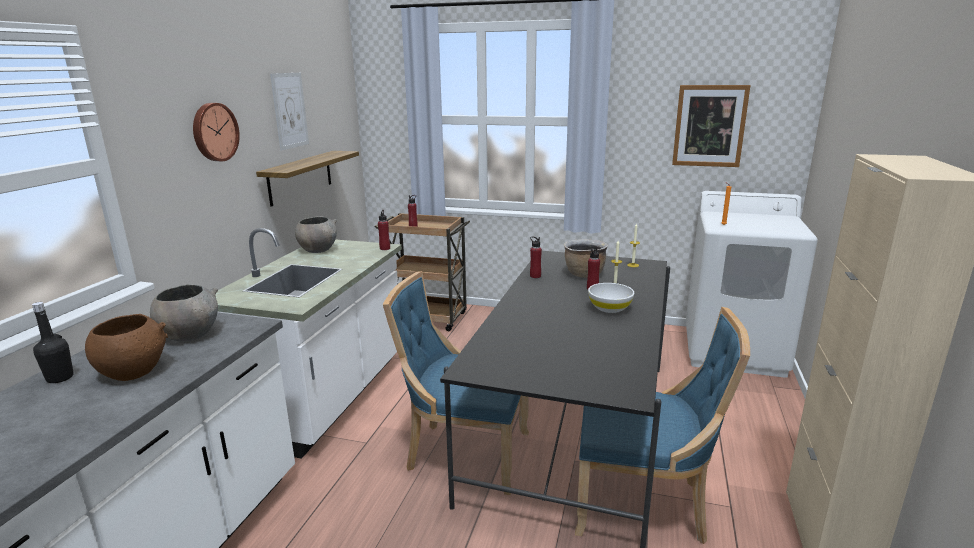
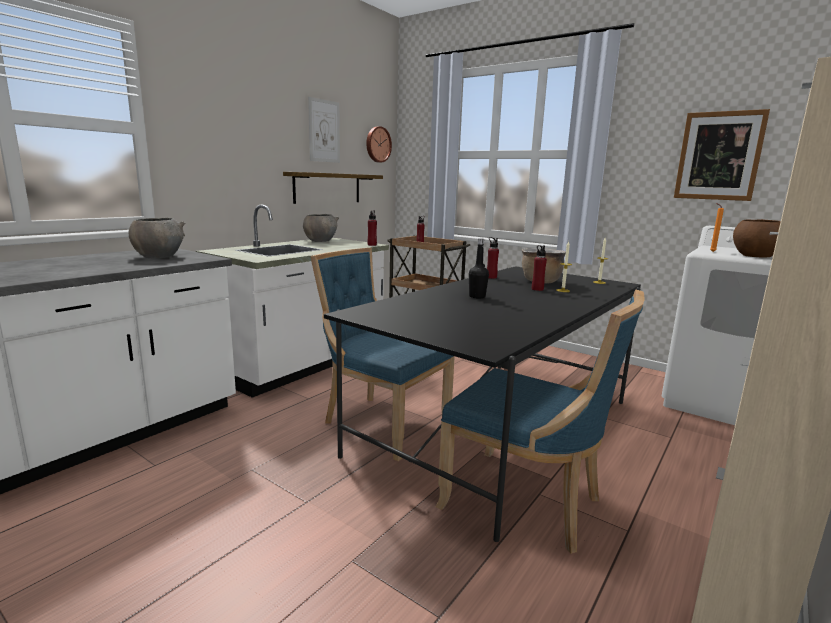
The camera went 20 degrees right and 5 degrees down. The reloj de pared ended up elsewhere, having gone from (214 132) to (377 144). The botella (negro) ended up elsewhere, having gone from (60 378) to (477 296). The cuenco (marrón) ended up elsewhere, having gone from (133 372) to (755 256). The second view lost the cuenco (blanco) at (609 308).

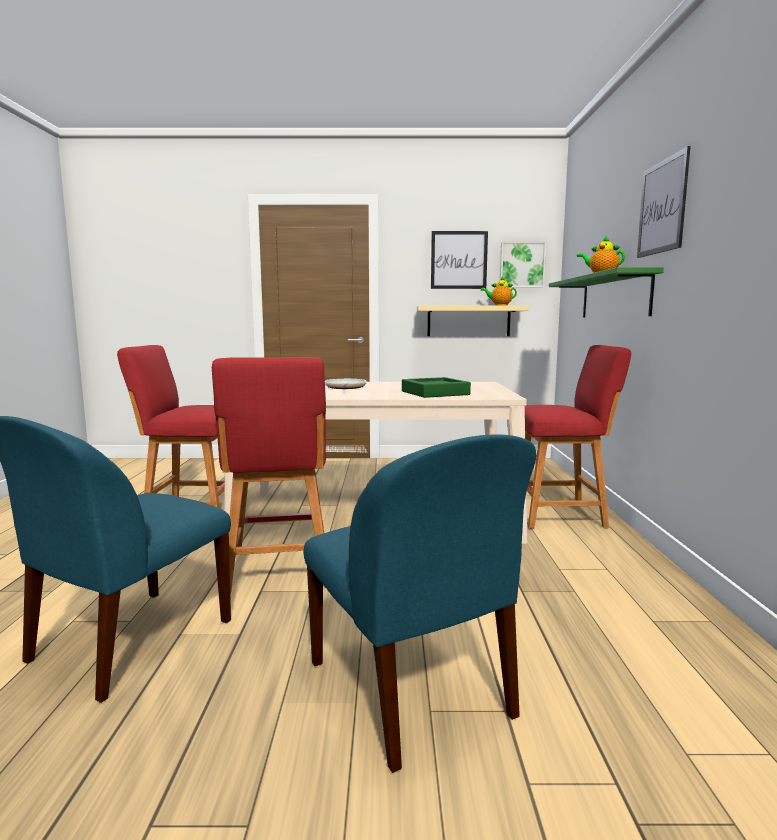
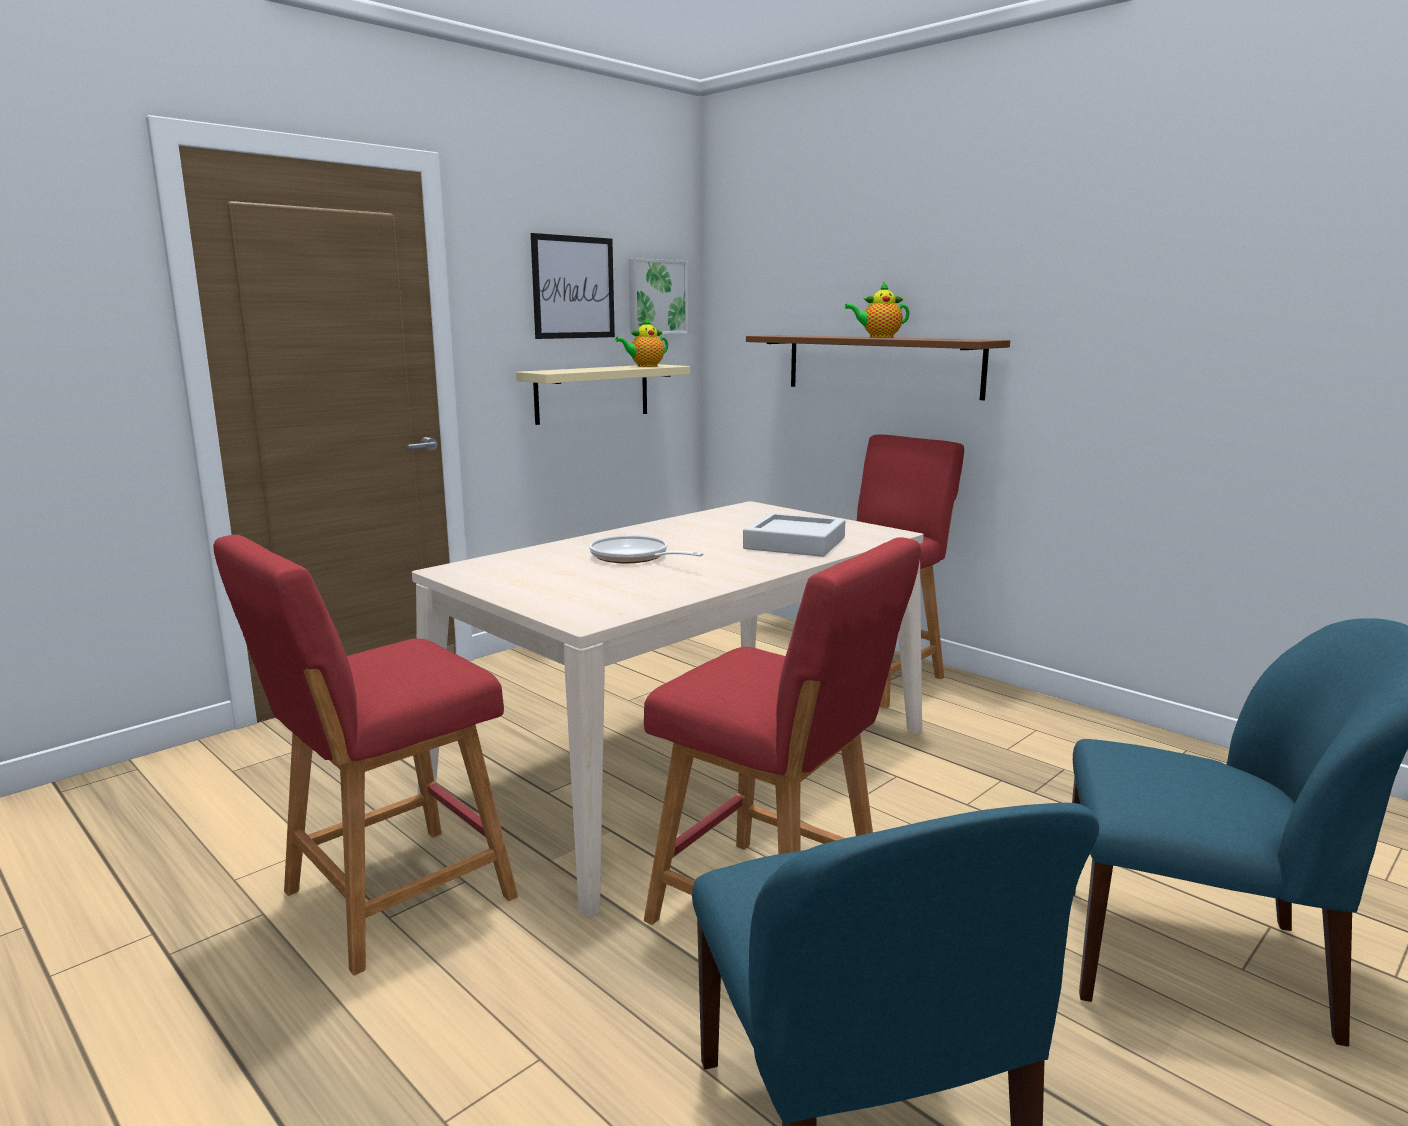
The camera went 45 degrees left and 5 degrees up. What was the bandeja (verde) at (435 393) turned into the bandeja (gris) at (794 543). What was the estante (verde) at (614 296) turned into the estante (marrón) at (881 365). The second view lost the cuadro at (662 207).

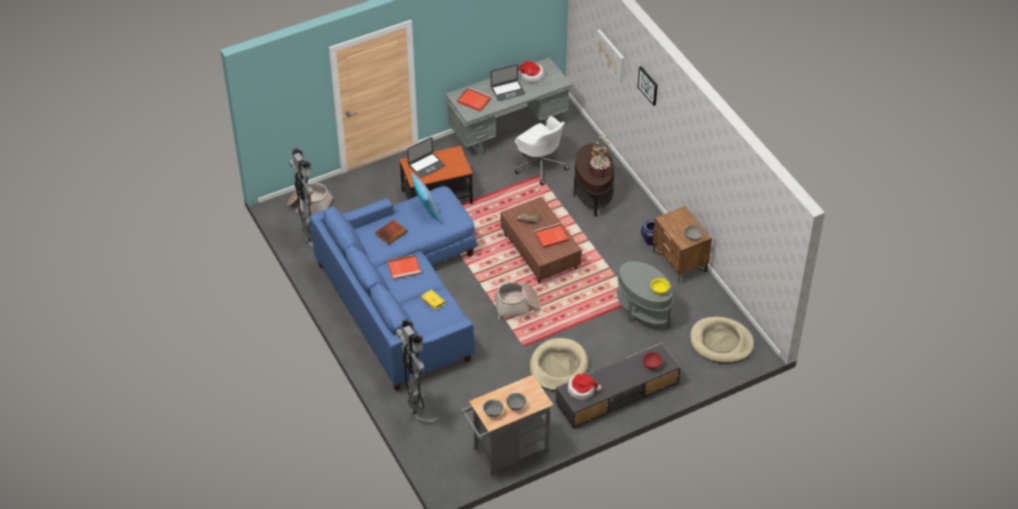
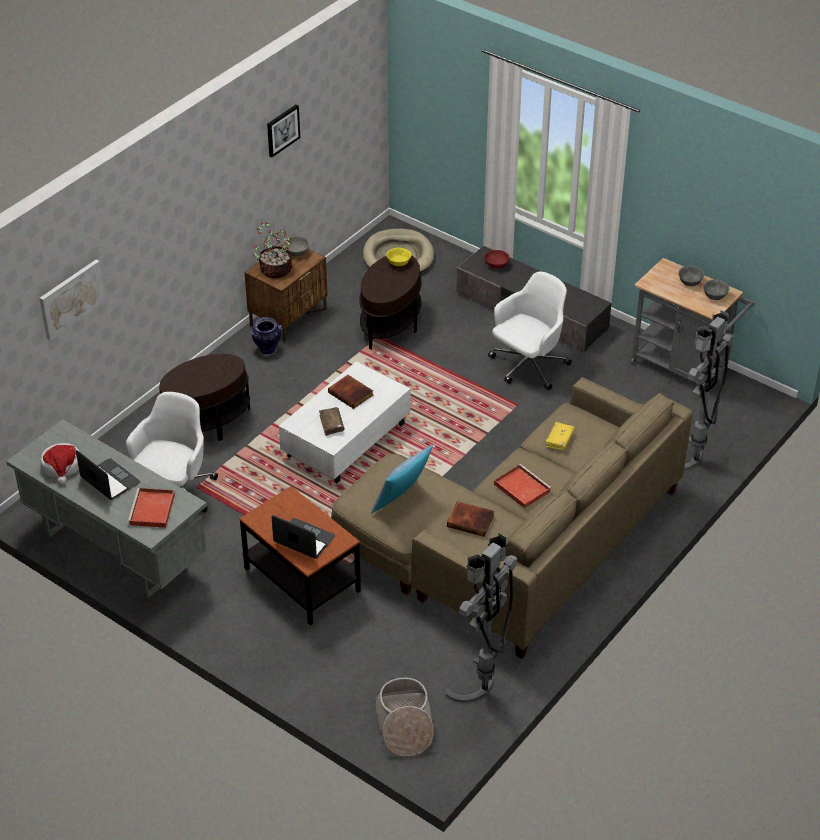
The camera went 115 degrees left and 5 degrees down. The planta en maceta ended up elsewhere, having gone from (599 170) to (274 270). The cuadro ended up elsewhere, having gone from (648 85) to (282 130). What was the mesa de centro (marrón) at (540 251) turned into the mesa de centro (blanco) at (345 440). Where the bandeja (rojo) stood at (551 237), the libro came to stand at (351 393). What was the sofá (azul) at (403 297) turned into the sofá (beis) at (516 543). What was the mesa auxiliar (gris) at (643 311) turned into the mesa auxiliar (marrón) at (390 325). Where the cama para perro (beis) stood at (558 367), the silla de oficina (blanco) came to stand at (528 366). The second view lost the cesta at (517 306). The second view lost the sombrero at (582 390).

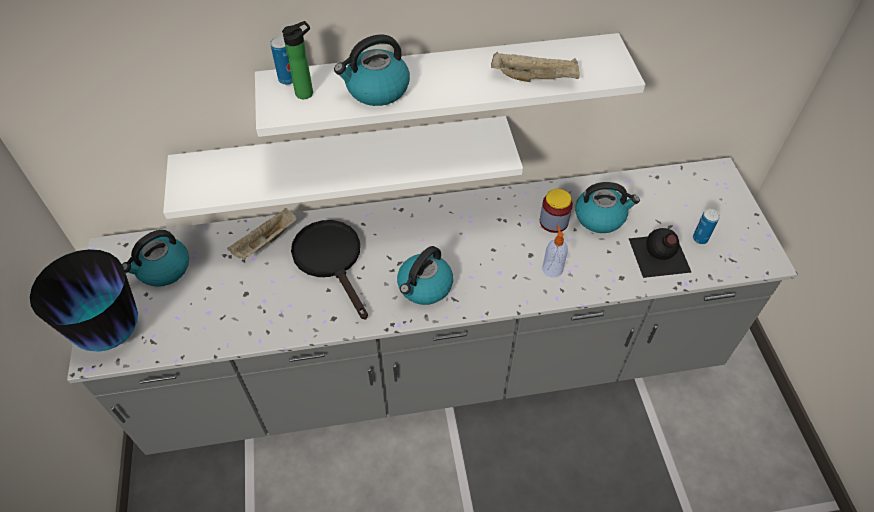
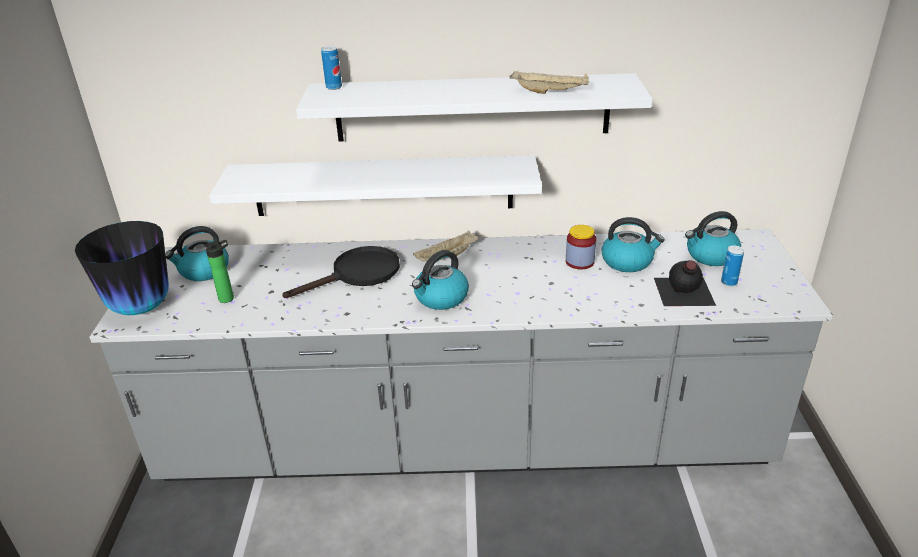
The camera went 10 degrees right and 20 degrees down. The botella ended up elsewhere, having gone from (307 92) to (229 298). The sartén (negro) at (331 259) ended up facing another way, 75 degrees clockwise from before. The bandeja (beis) ended up elsewhere, having gone from (265 242) to (446 258). The hervidor ended up elsewhere, having gone from (376 90) to (710 256). The second view lost the dispensador de jabón at (552 268).

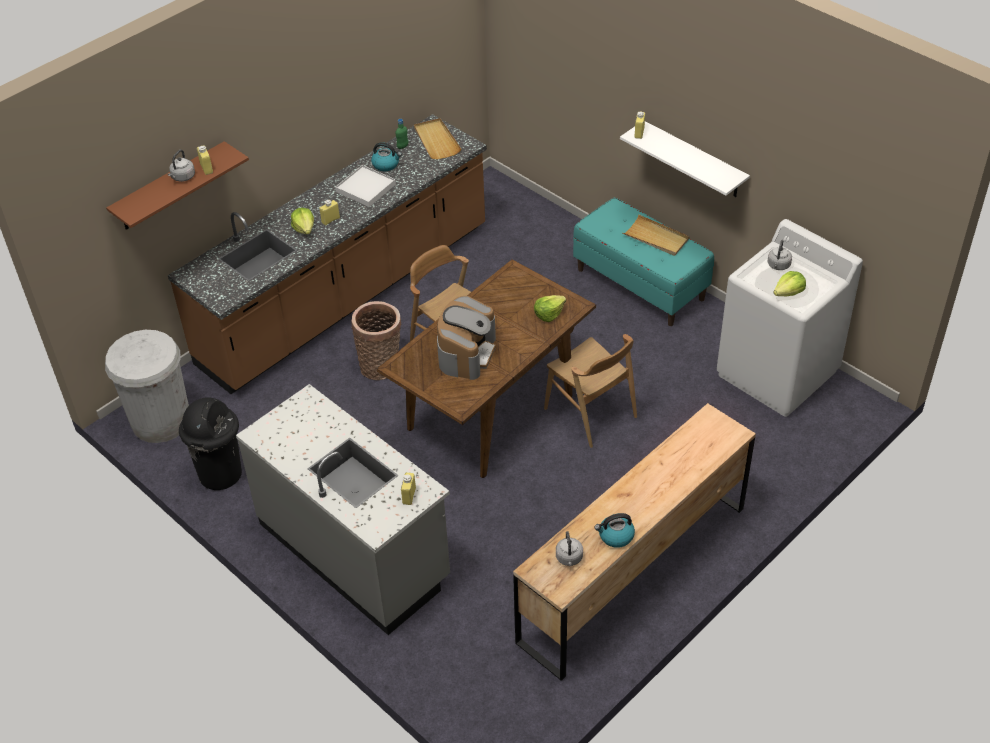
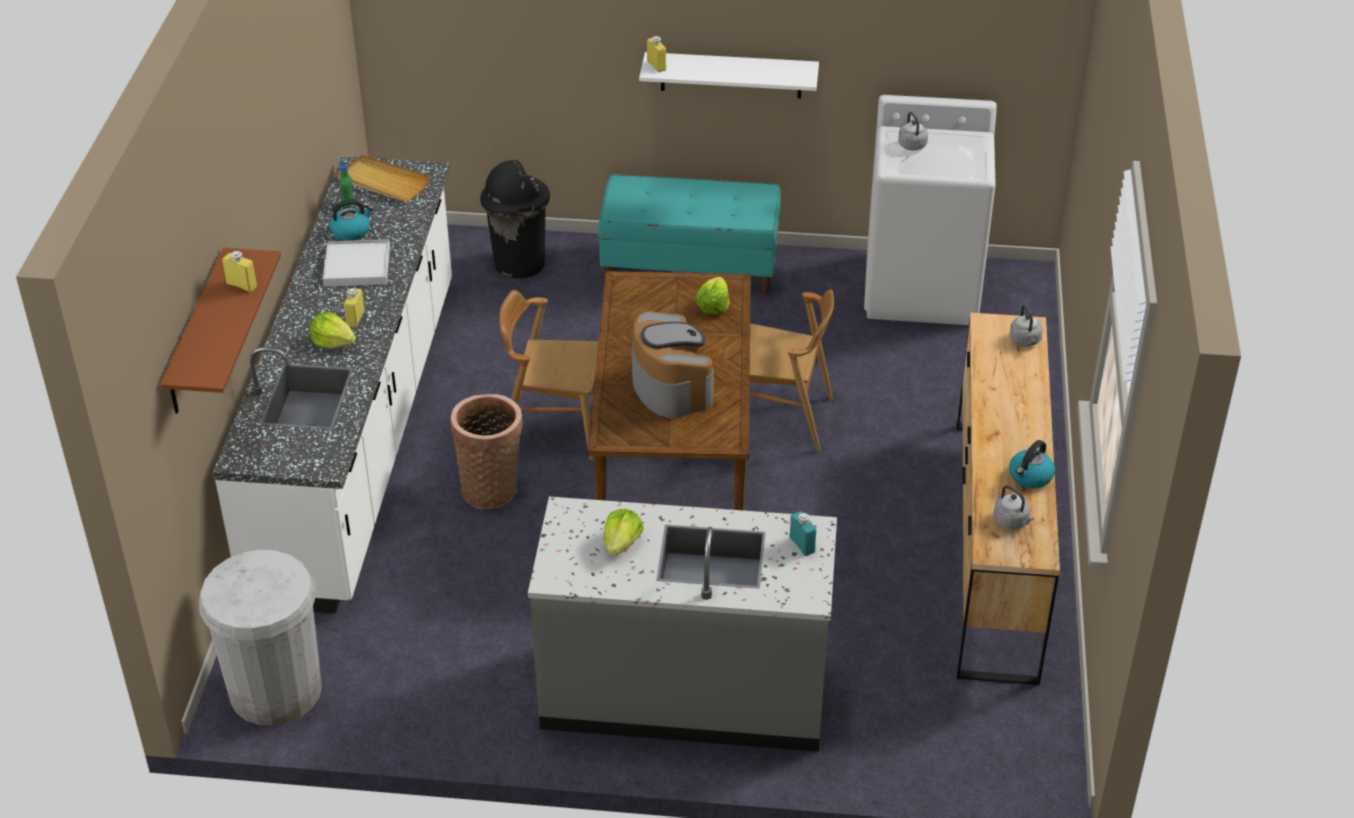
The camera went 40 degrees left and 5 degrees down. What was the mueble bajo de cocina (marrón) at (347 296) turned into the mueble bajo de cocina (blanco) at (360 435). The papelera (negro) ended up elsewhere, having gone from (221 473) to (519 263). The lechuga ended up elsewhere, having gone from (789 293) to (622 543). What was the botella (amarillo) at (409 496) turned into the botella (turquesa) at (802 545). The hervidor (gris) ended up elsewhere, having gone from (182 177) to (1025 341). The second view lost the bandeja (beis) at (656 238).

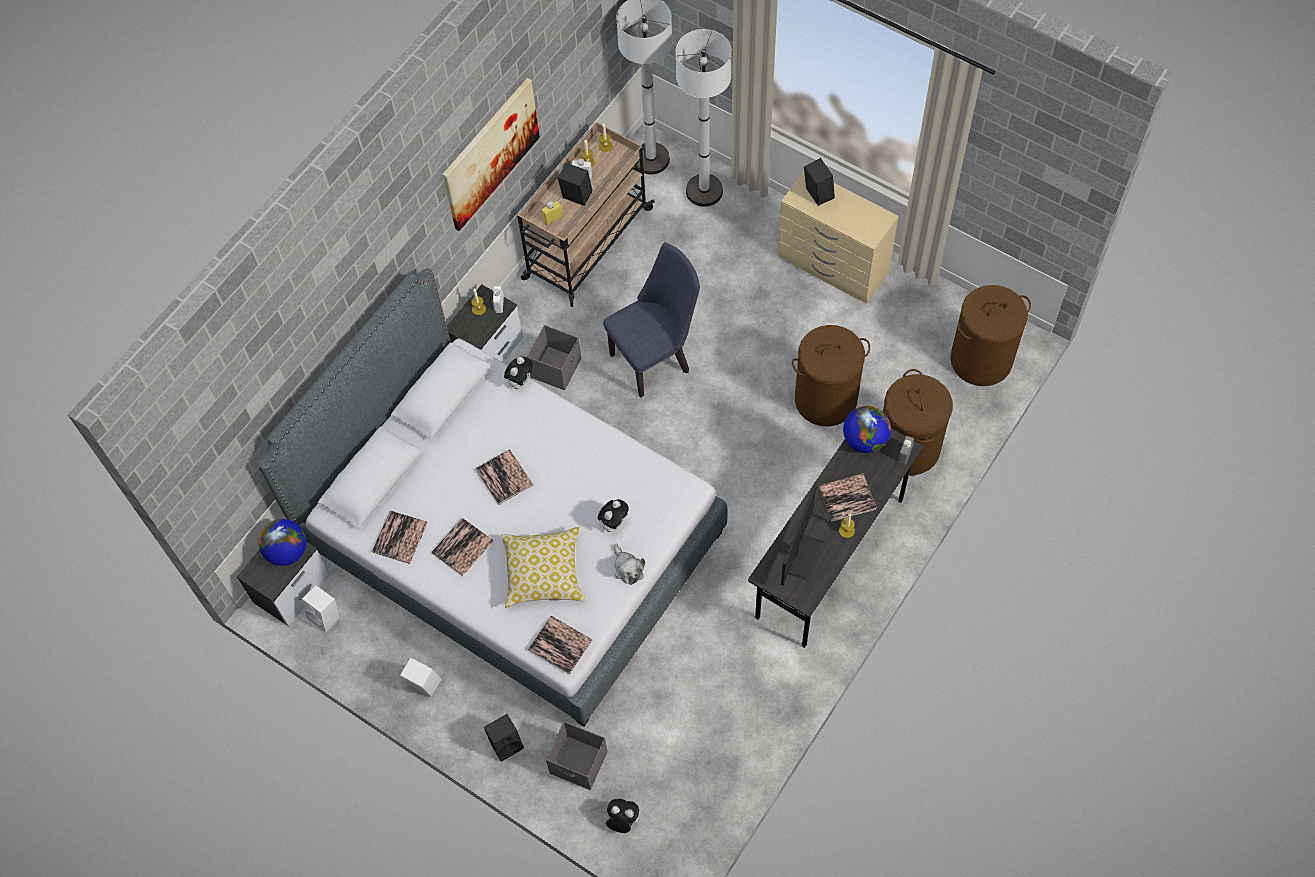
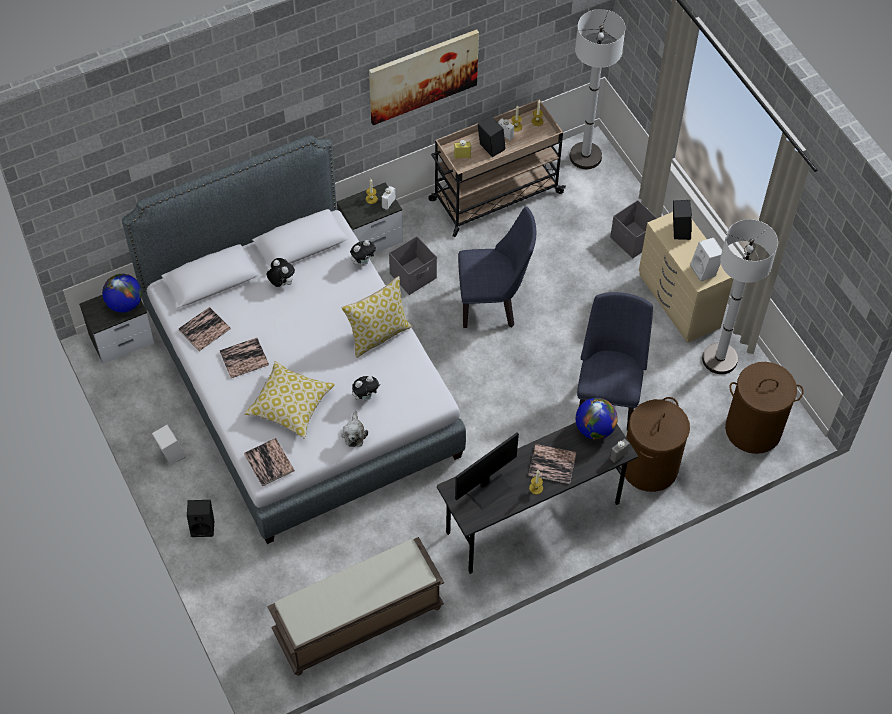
The camera went 25 degrees right and 5 degrees down. The peluche ended up elsewhere, having gone from (622 821) to (281 283). The second view gained the banco (marrón) at (358 622). The second view gained the cojín at (378 334). Where the cesto de la ropa (marrón) stood at (825 399), the silla (azul) came to stand at (607 398). The caja de almacenaje (gris) ended up elsewhere, having gone from (579 763) to (633 241). The altavoz (blanco) ended up elsewhere, having gone from (326 617) to (705 271). The lámpara de pie (blanco) ended up elsewhere, having gone from (704 191) to (719 359). The second view lost the libro at (504 477).

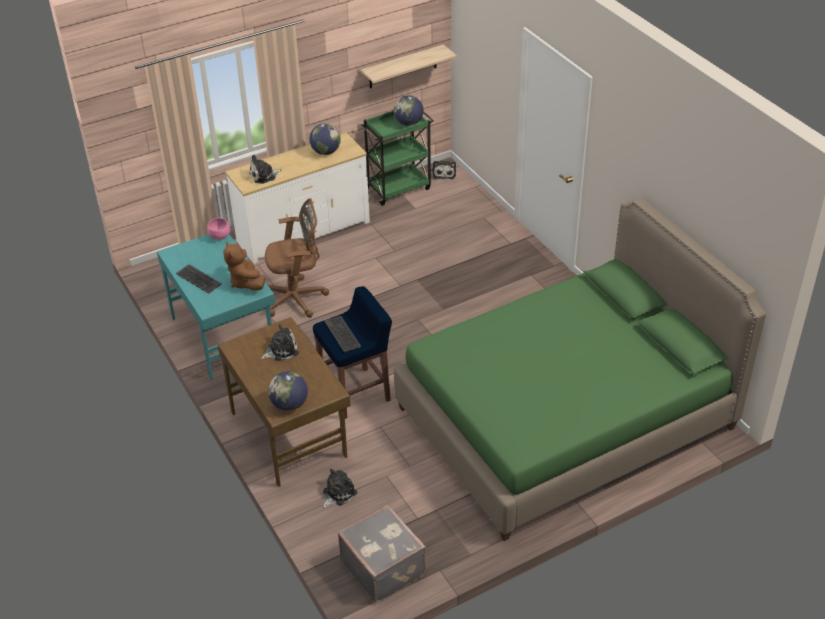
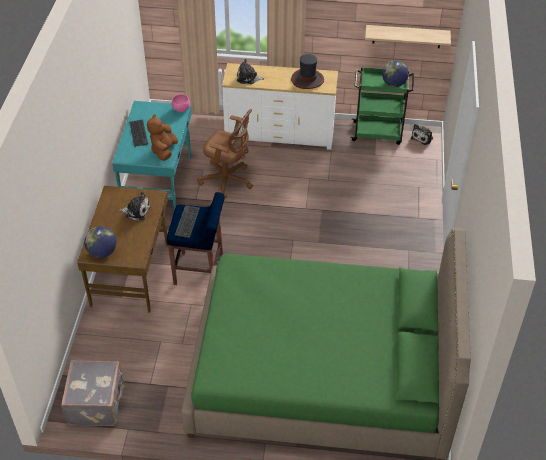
The camera went 35 degrees right and 5 degrees up. Where the globo terráqueo stood at (326 152), the sombrero came to stand at (307 79). The second view lost the peluche at (338 493).

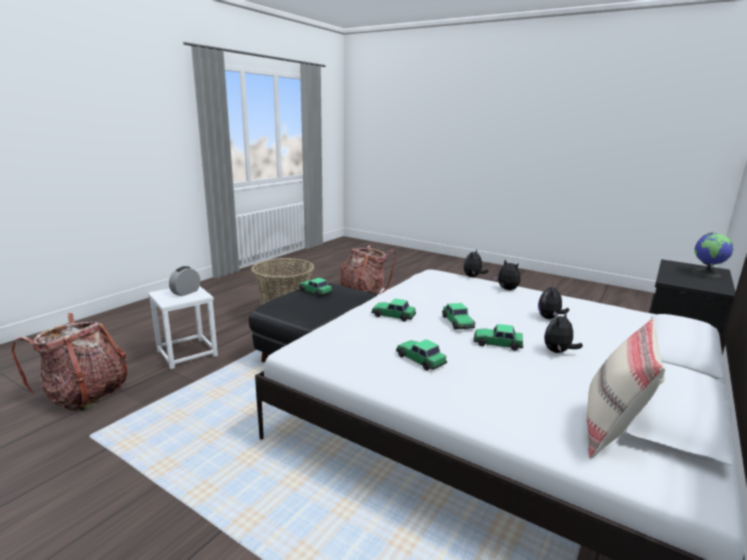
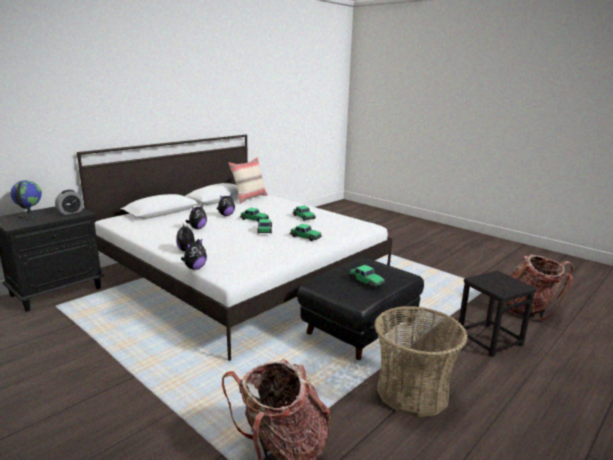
The camera went 170 degrees left and 0 degrees up. The despertador ended up elsewhere, having gone from (186 292) to (71 212). What was the taburete (blanco) at (187 353) turned into the taburete (negro) at (489 339).

